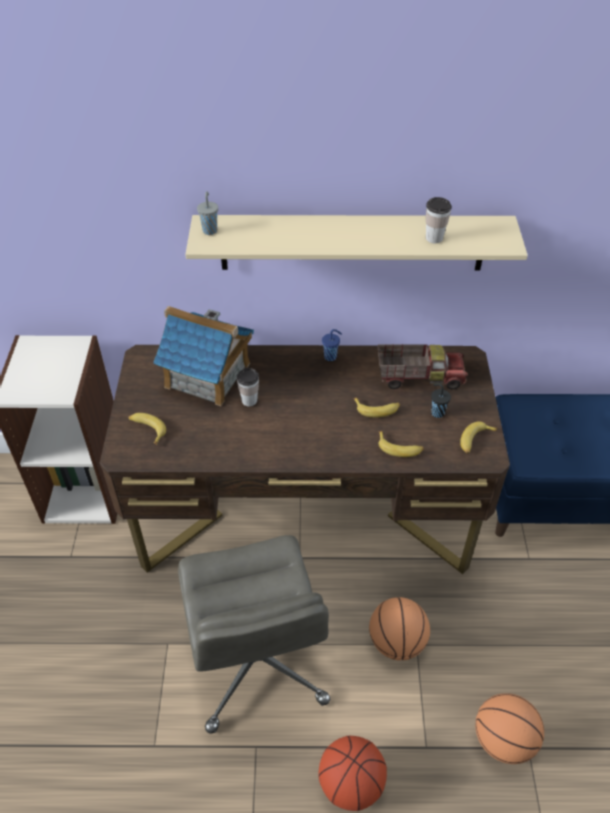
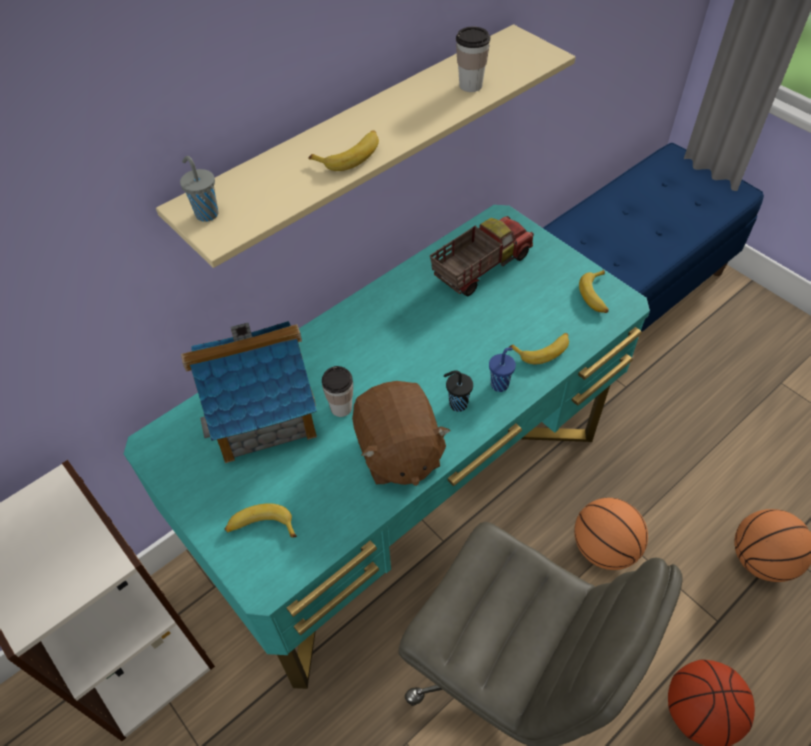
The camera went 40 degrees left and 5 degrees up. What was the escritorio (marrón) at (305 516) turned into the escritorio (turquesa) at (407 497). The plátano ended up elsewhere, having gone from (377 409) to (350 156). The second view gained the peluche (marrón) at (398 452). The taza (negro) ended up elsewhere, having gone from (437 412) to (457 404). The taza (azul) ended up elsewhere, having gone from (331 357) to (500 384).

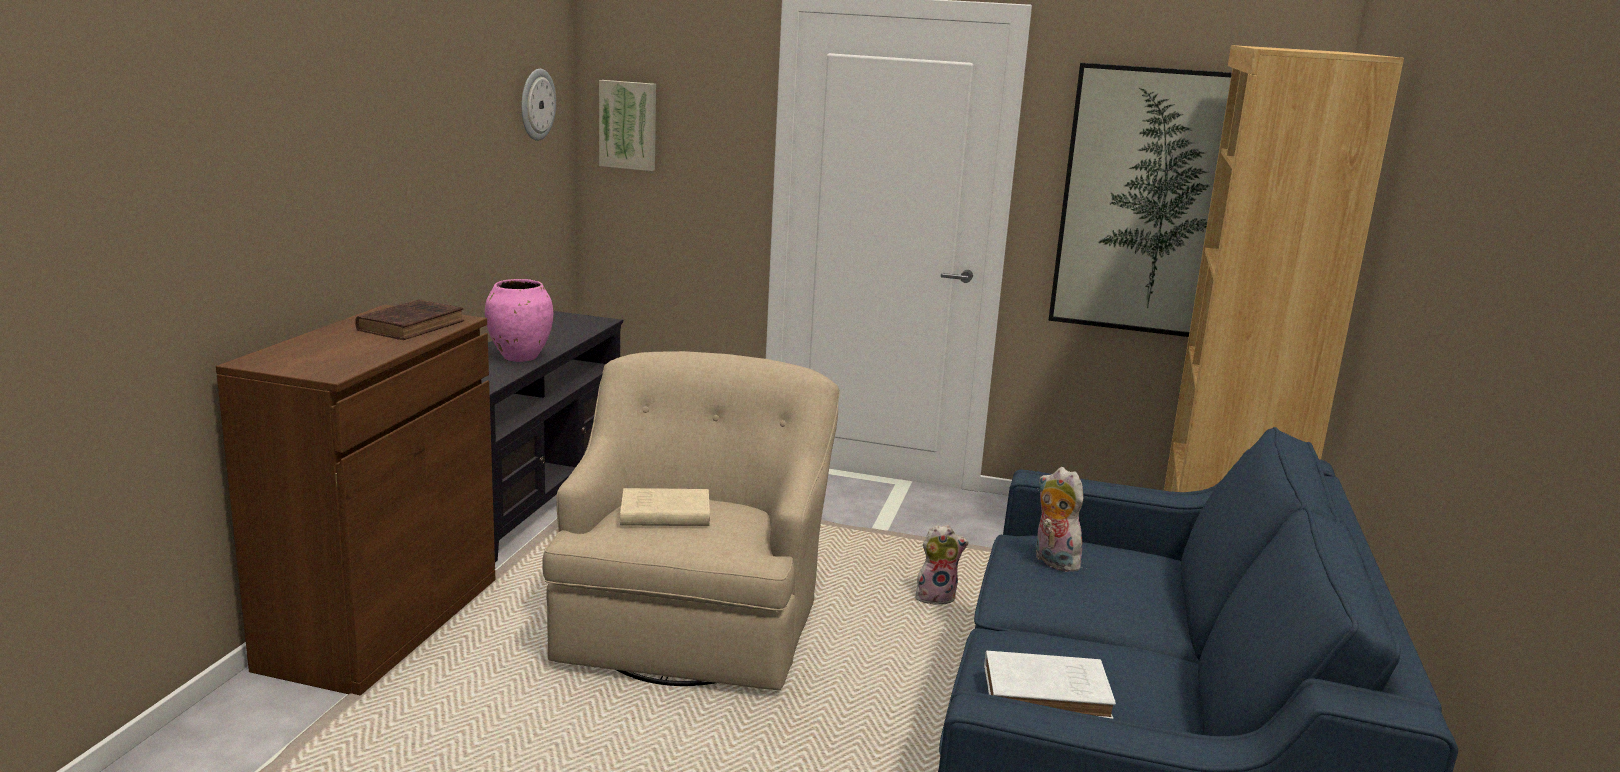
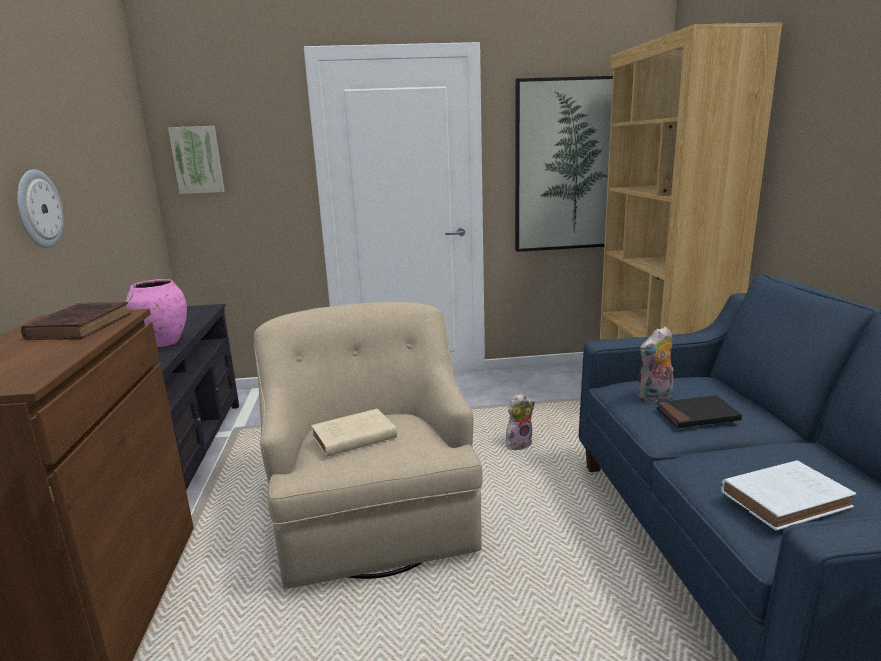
The camera went 20 degrees left and 0 degrees up. The reloj de pared ended up elsewhere, having gone from (536 104) to (38 209). The peluche at (1052 561) ended up facing another way, 60 degrees counterclockwise from before. The second view gained the libro (negro) at (697 415).

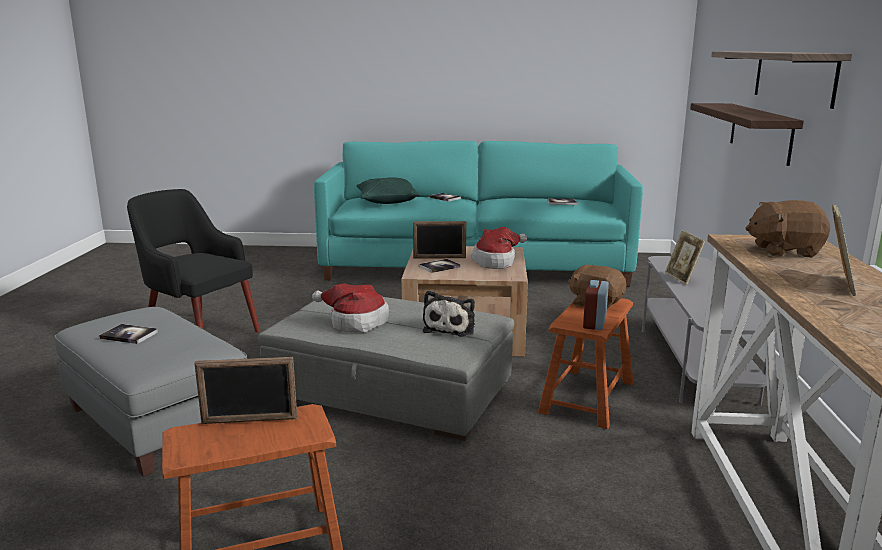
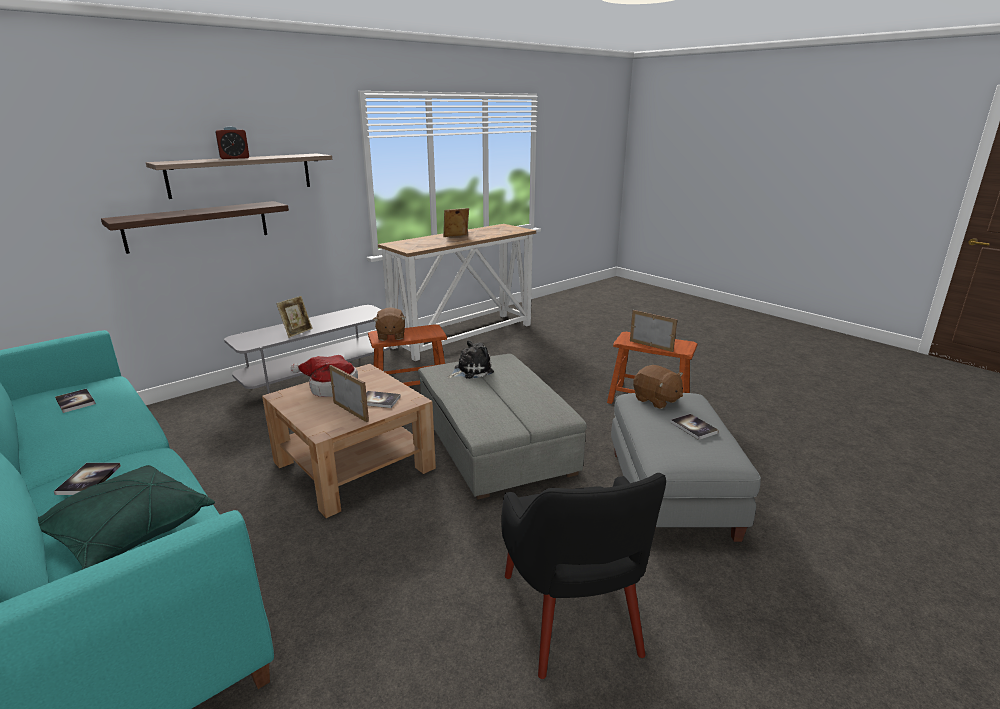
The camera went 135 degrees left and 5 degrees up. The despertador ended up elsewhere, having gone from (594 323) to (234 158). The peluche (marrón) ended up elsewhere, having gone from (784 251) to (656 400). The second view lost the sombrero at (355 322).

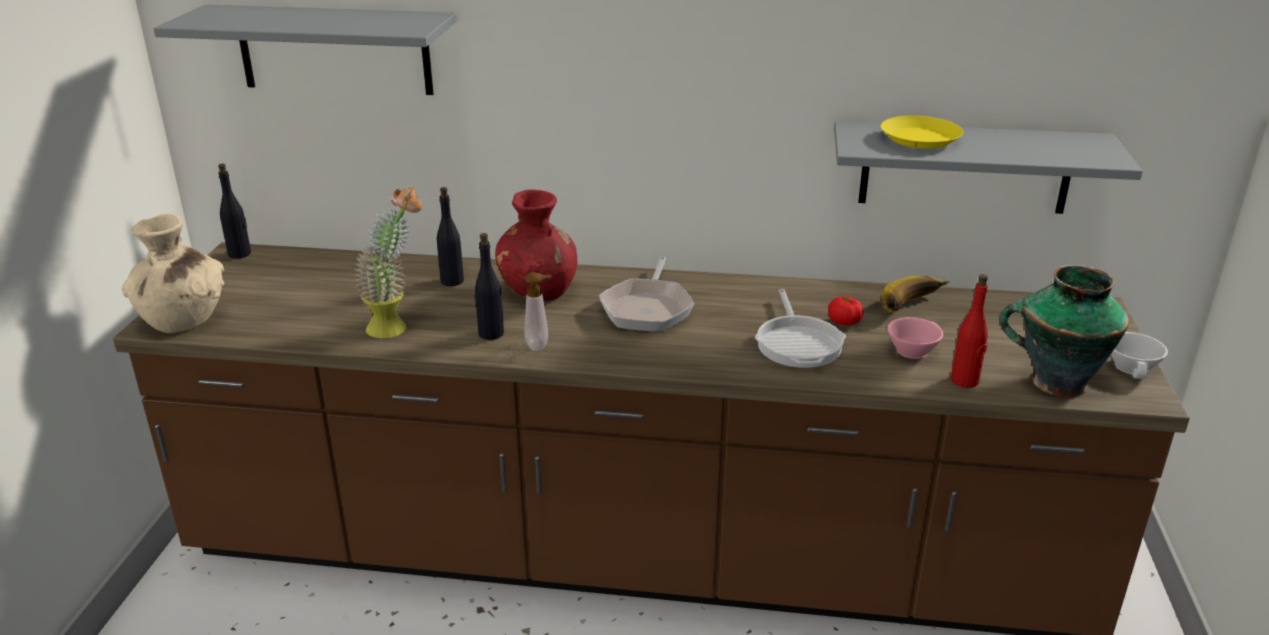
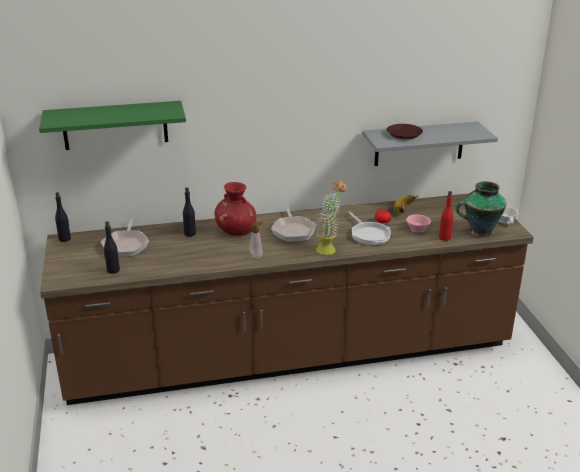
The camera went 20 degrees left and 0 degrees up. What was the estante (gris) at (334 50) turned into the estante (verde) at (115 125). The second view gained the sartén at (126 245). The botella (negro) ended up elsewhere, having gone from (490 334) to (113 270). The planta en maceta ended up elsewhere, having gone from (397 326) to (329 248). What was the plato (amarillo) at (919 139) turned into the plato (marrón) at (403 134). The second view lost the florero (beis) at (182 320).

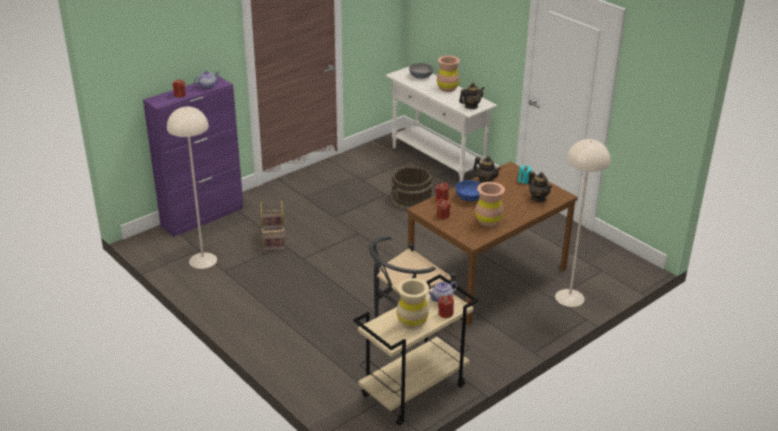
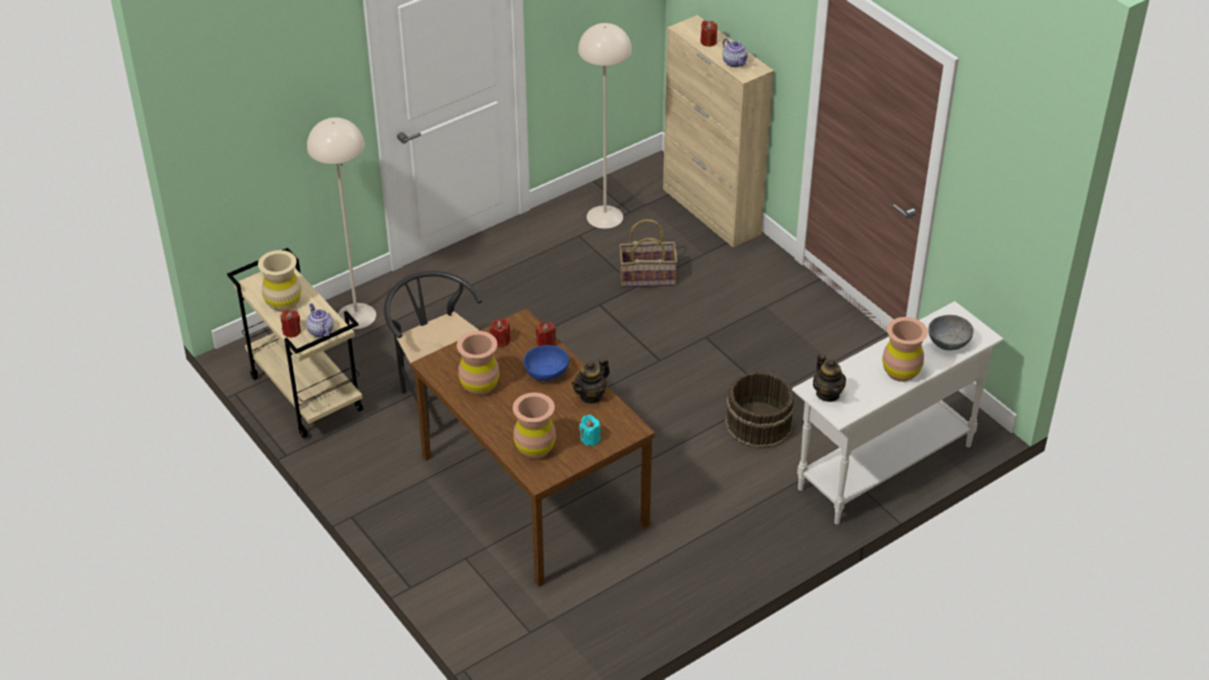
The camera went 95 degrees right and 10 degrees up. The lámpara de pie (beis) ended up elsewhere, having gone from (569 298) to (356 315). Where the tetera stood at (538 198), the florero (marrón) came to stand at (535 448). What was the armario (morado) at (203 216) turned into the armario (beis) at (711 211).

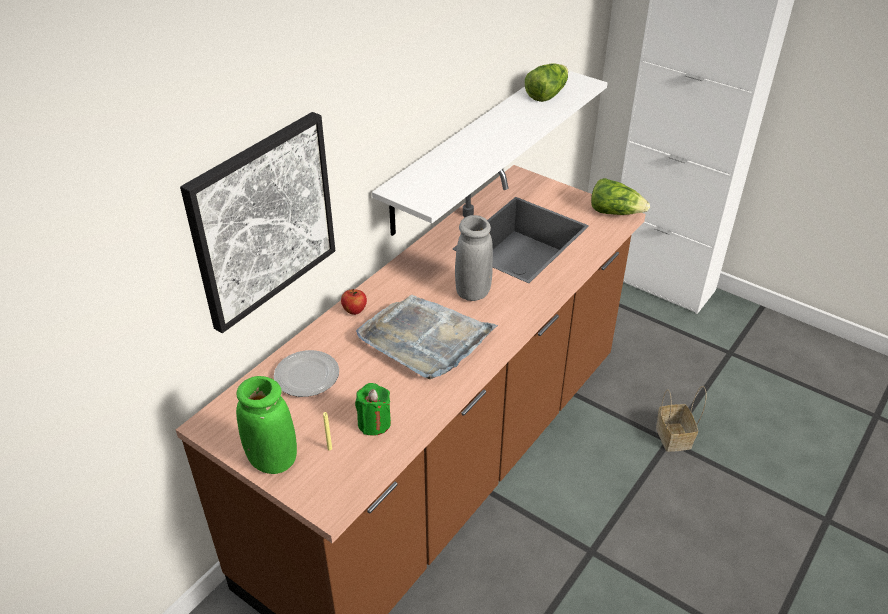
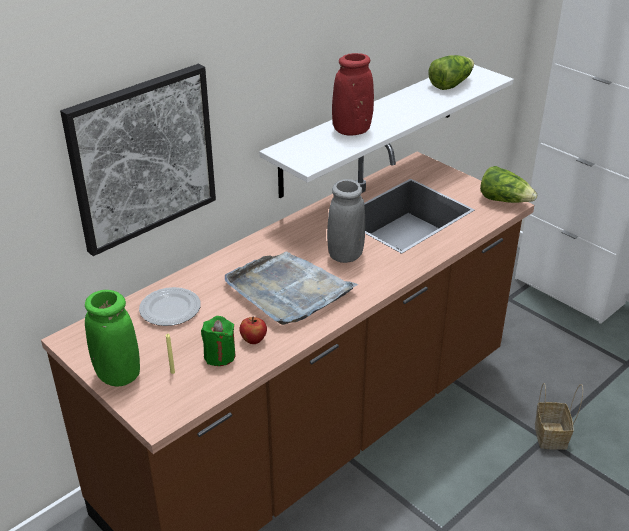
The camera went 10 degrees right and 5 degrees down. The manzana ended up elsewhere, having gone from (354 311) to (253 340). The second view gained the florero (rojo) at (352 130).

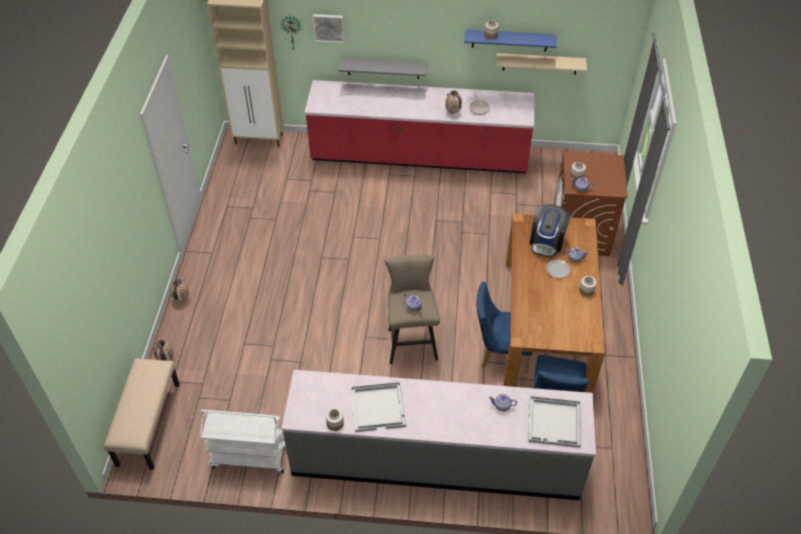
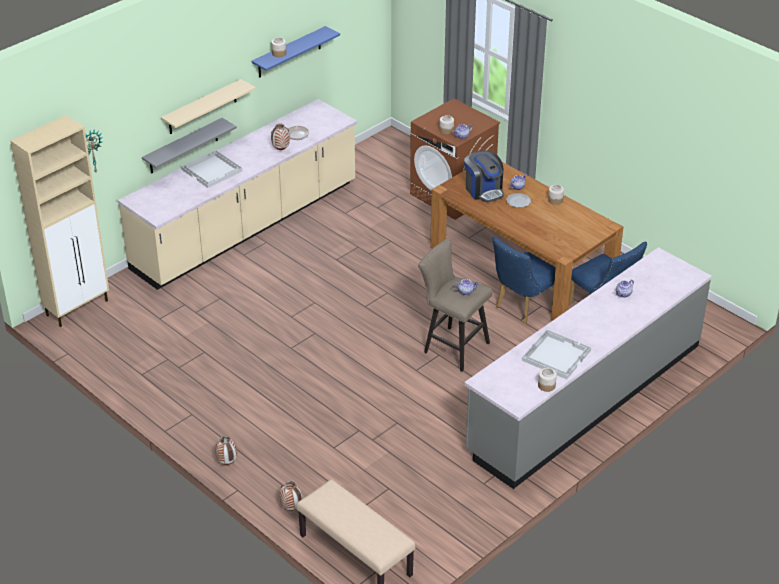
The camera went 50 degrees left and 10 degrees down. What was the mueble bajo de cocina (rojo) at (419 156) turned into the mueble bajo de cocina (beis) at (246 226). The estante (beis) ended up elsewhere, having gone from (540 63) to (202 107). The bandeja (blanco) ended up elsewhere, having gone from (555 423) to (212 170). The second view lost the carrito (blanco) at (248 457). The second view lost the cuadro at (329 27).

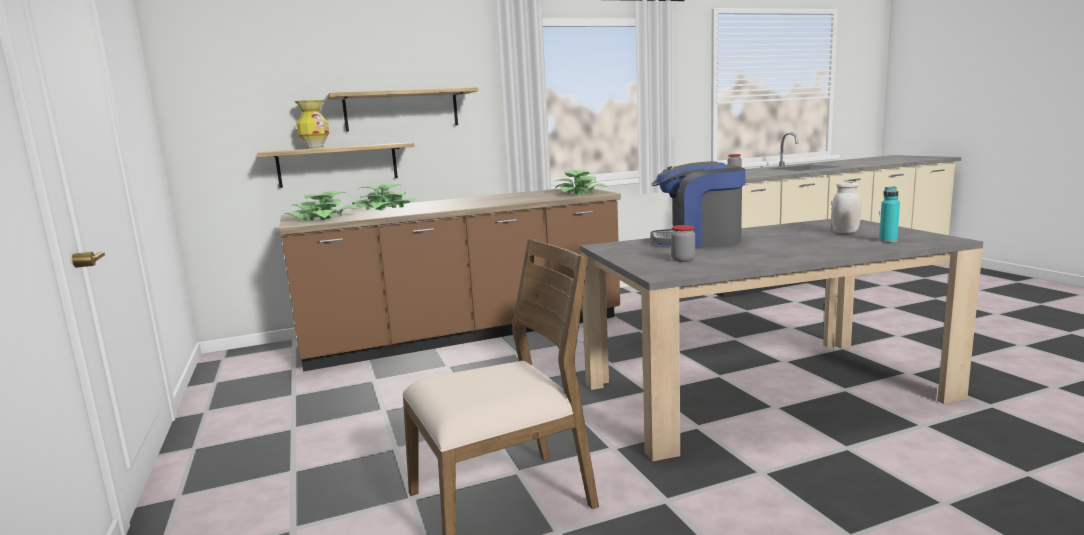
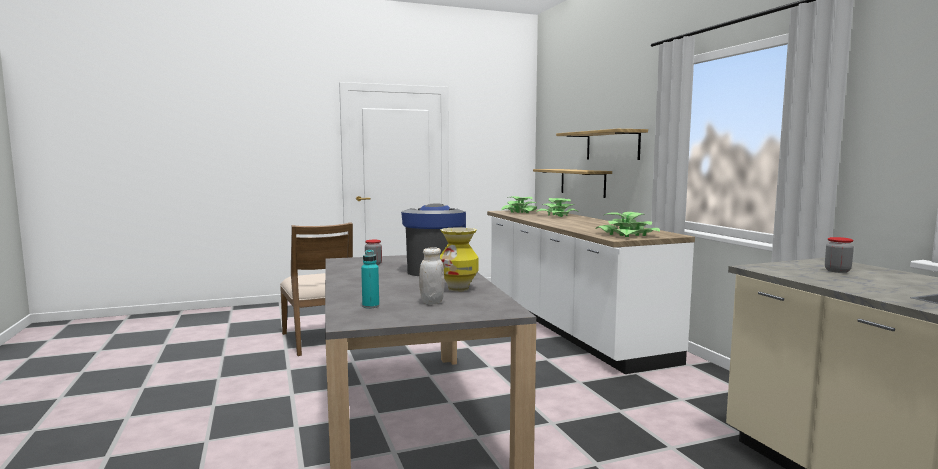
The camera went 90 degrees right and 5 degrees down. The florero ended up elsewhere, having gone from (315 148) to (458 289). What was the mueble bajo de cocina (marrón) at (464 333) turned into the mueble bajo de cocina (blanco) at (568 326).

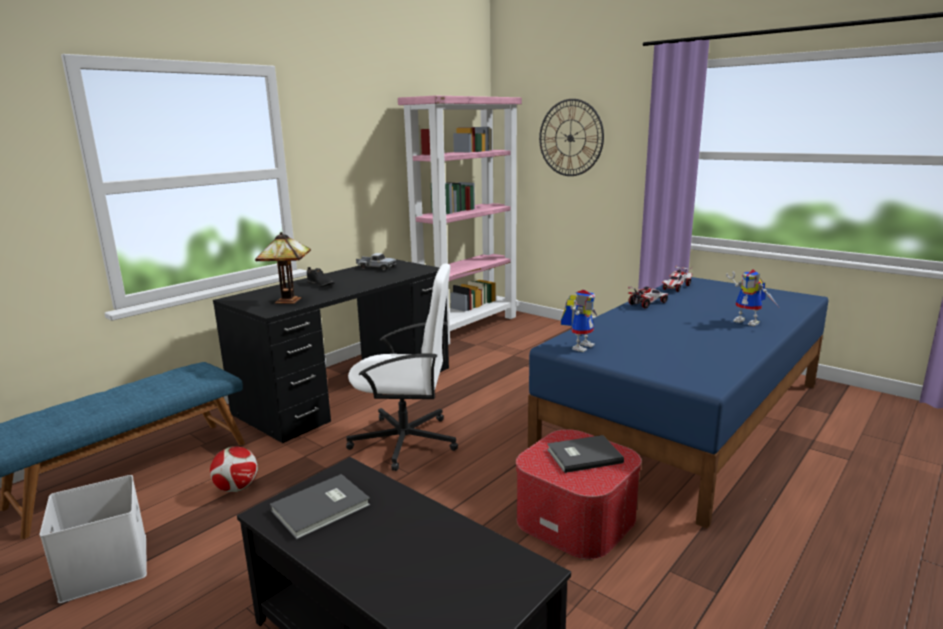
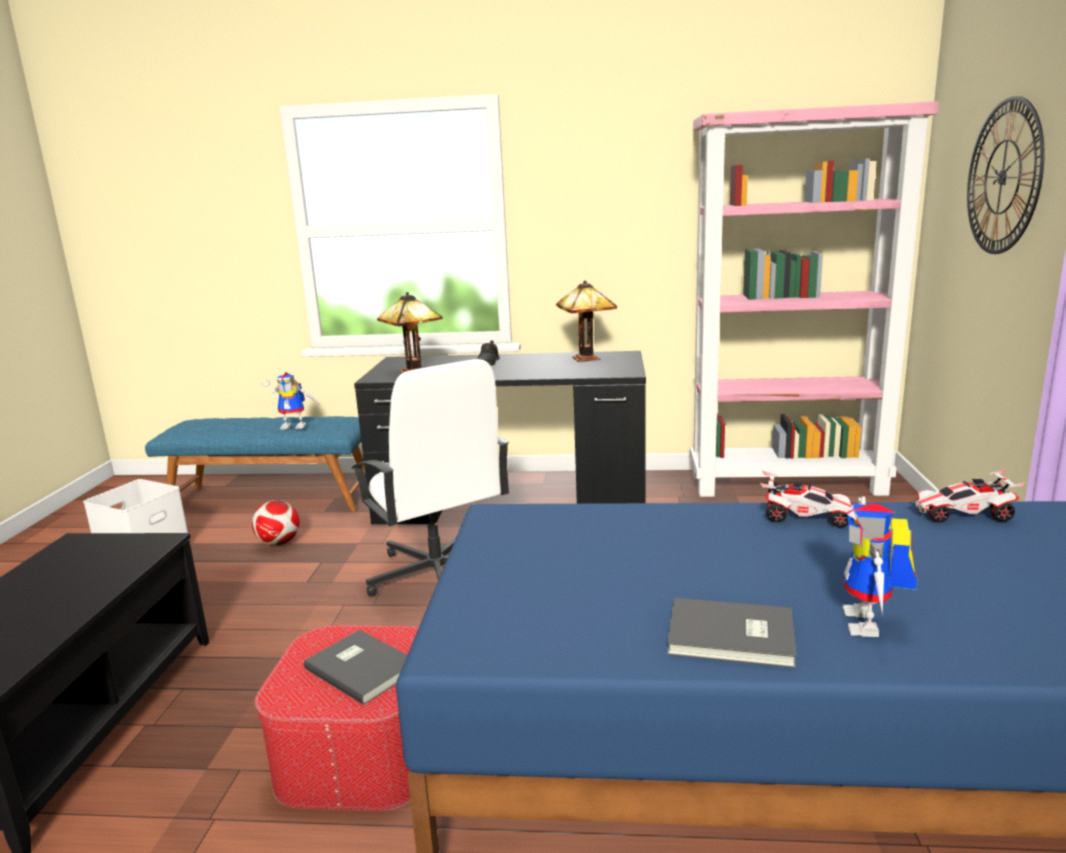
The camera went 55 degrees right and 0 degrees up. The robot de juguete ended up elsewhere, having gone from (580 346) to (296 426). Where the camión de juguete stood at (376 267), the lámpara de mesa came to stand at (587 358). The libro (gris) ended up elsewhere, having gone from (323 508) to (732 638).

